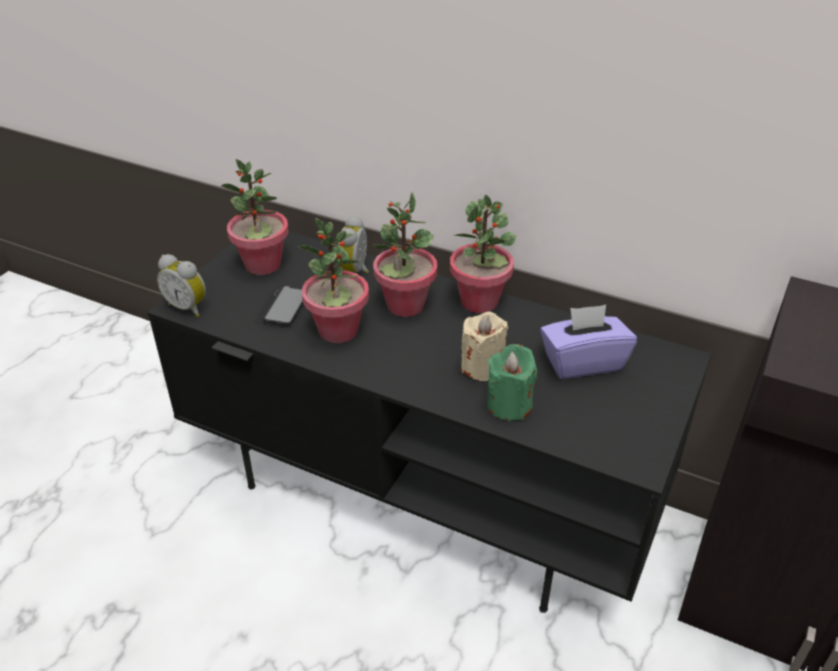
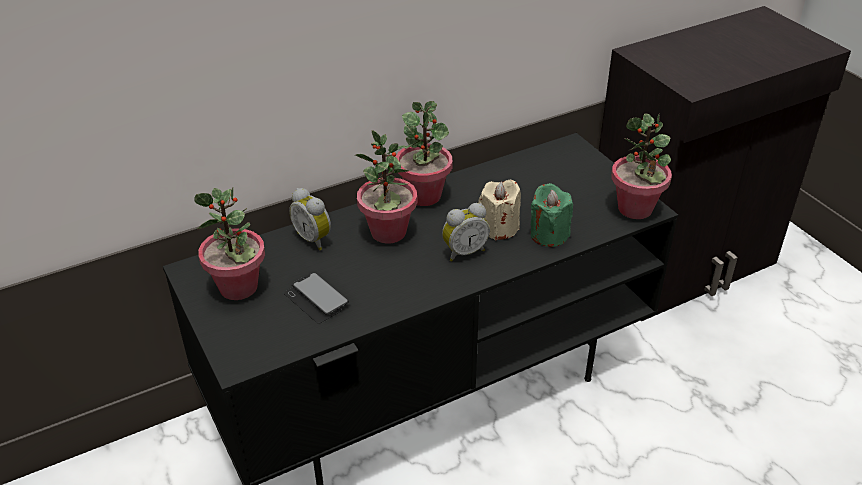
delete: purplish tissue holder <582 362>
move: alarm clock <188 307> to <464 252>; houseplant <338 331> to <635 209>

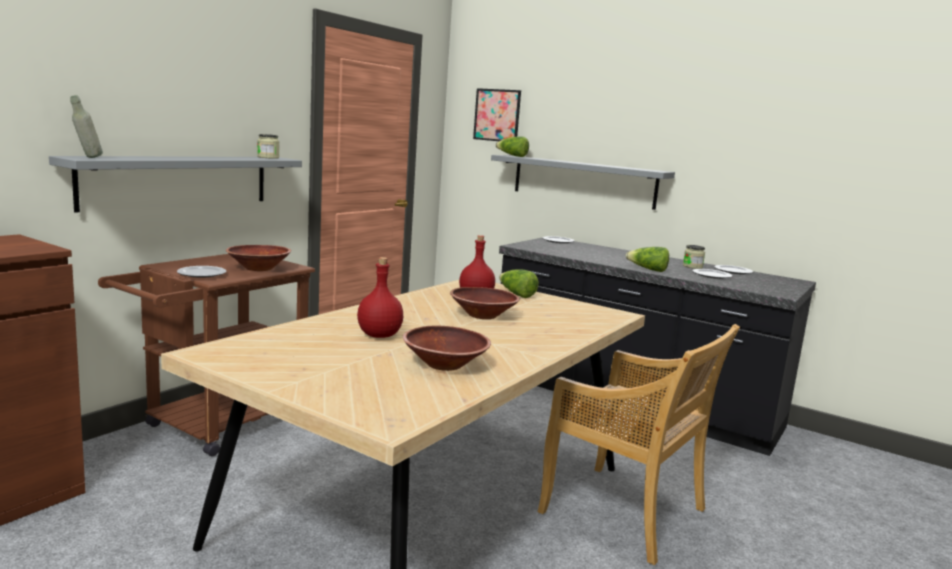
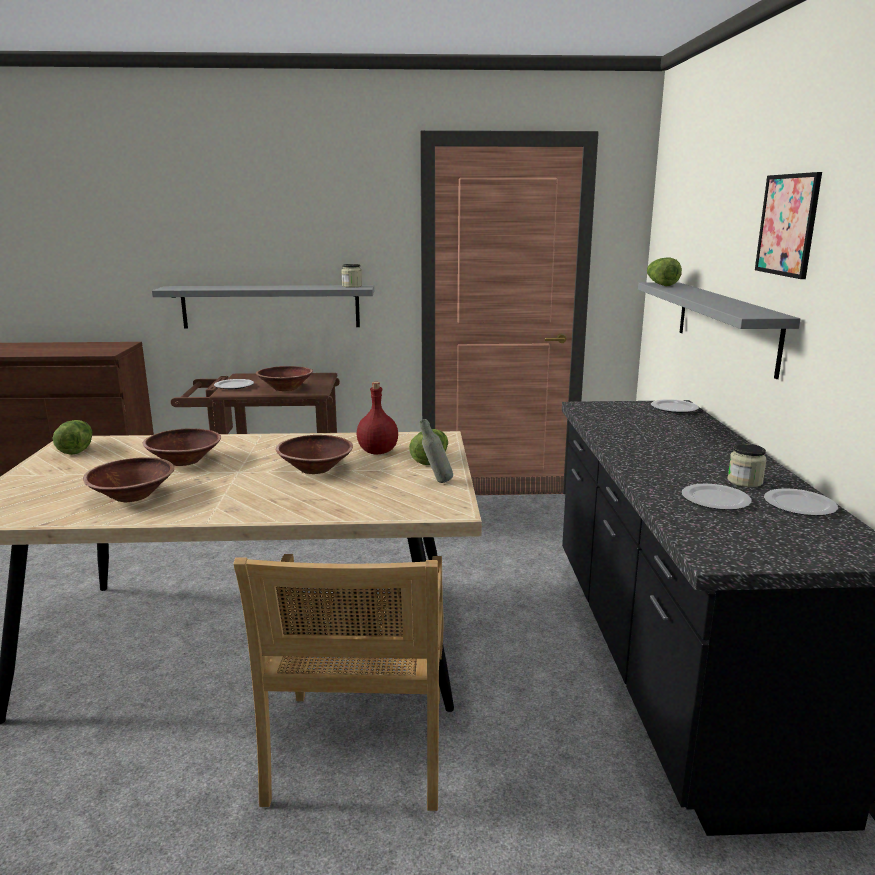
move: greyish bottle <87 158> to <436 482>; wall picture <497 115> to <787 225>; head of lettuce <648 270> to <76 449>
replace: reddish bottle <379 335> to brownish deep dish <184 461>

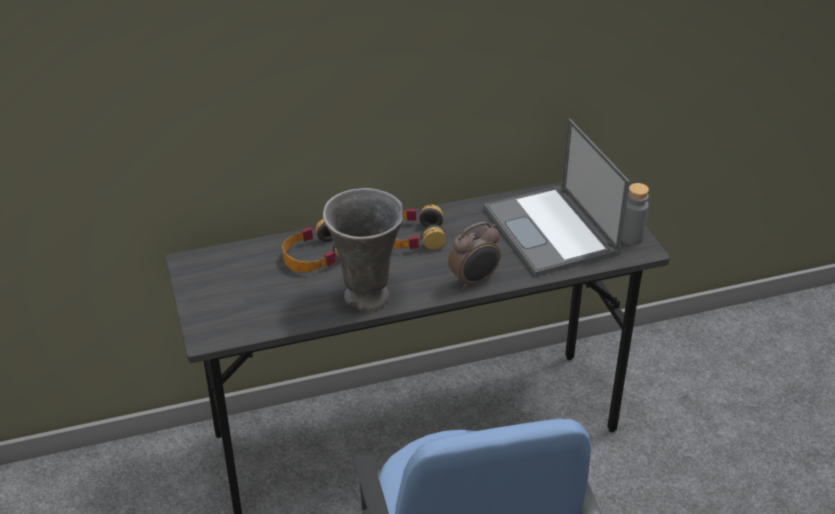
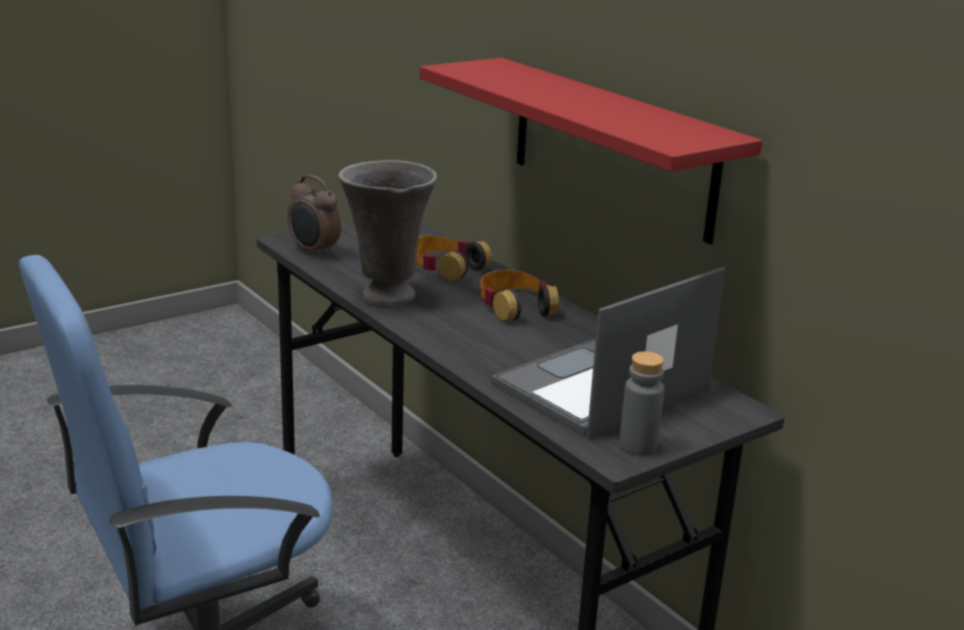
insert: reddish wall shelf <611 147>
move: alarm clock <474 281> to <313 252>

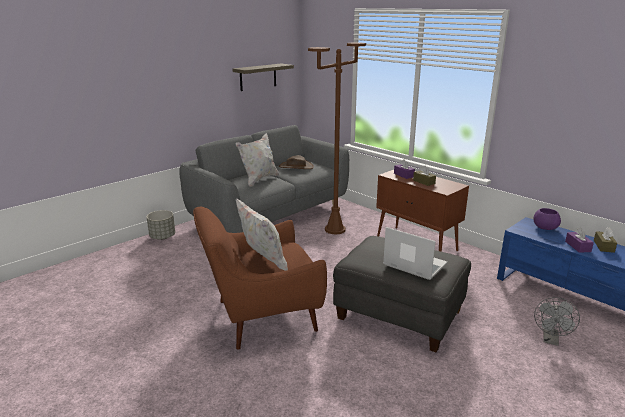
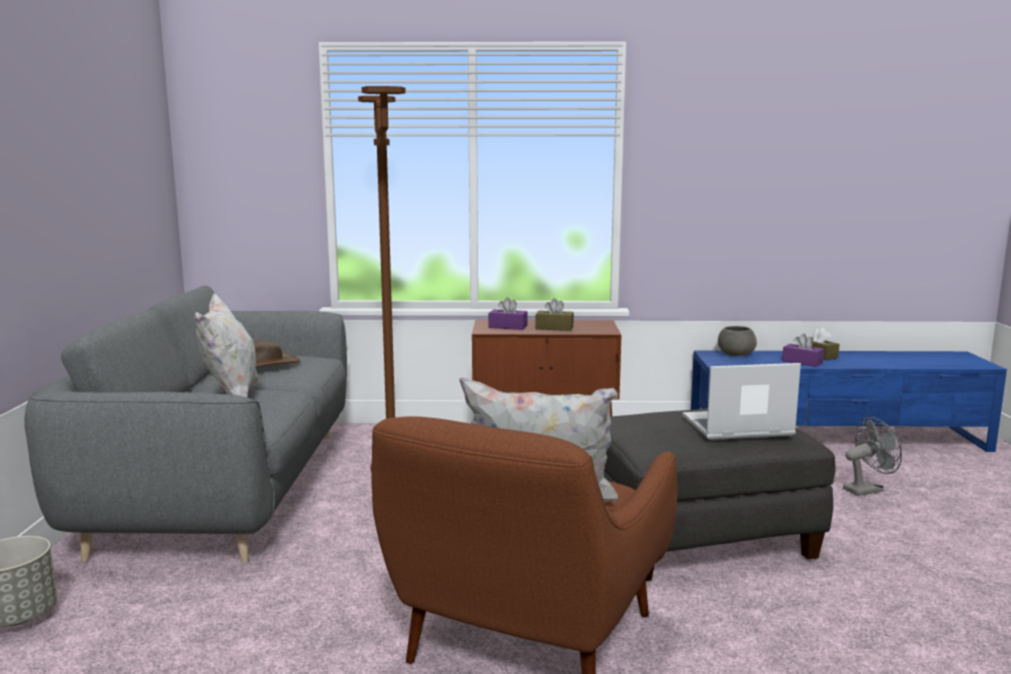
delete: wall shelf <258 77>
recolor: purplish deep dish <544 227> to greyish deep dish <735 354>
rotate: greyish fan <551 340> = <867 489> 90 degrees counterclockwise

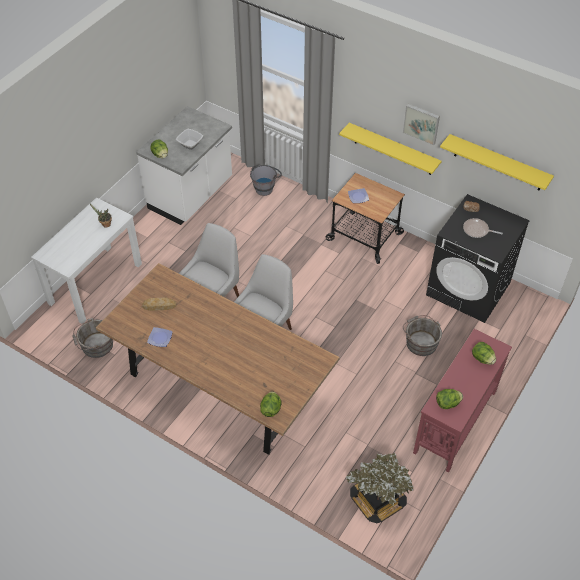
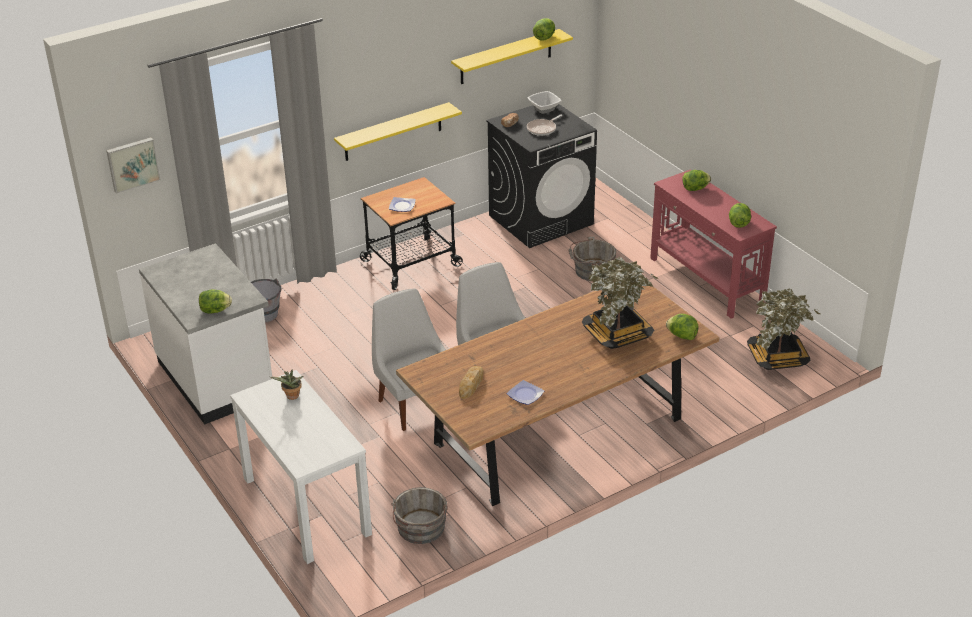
insert: head of lettuce <544 38>; houseplant <617 334>
move: deep dish <190 144> to <544 109>; wall picture <421 123> to <132 164>

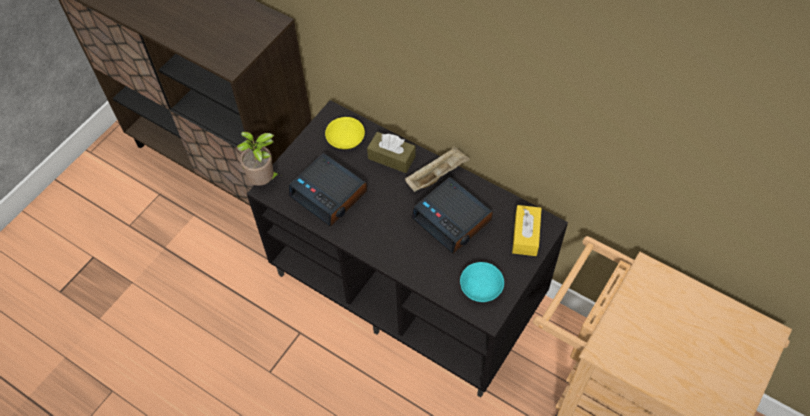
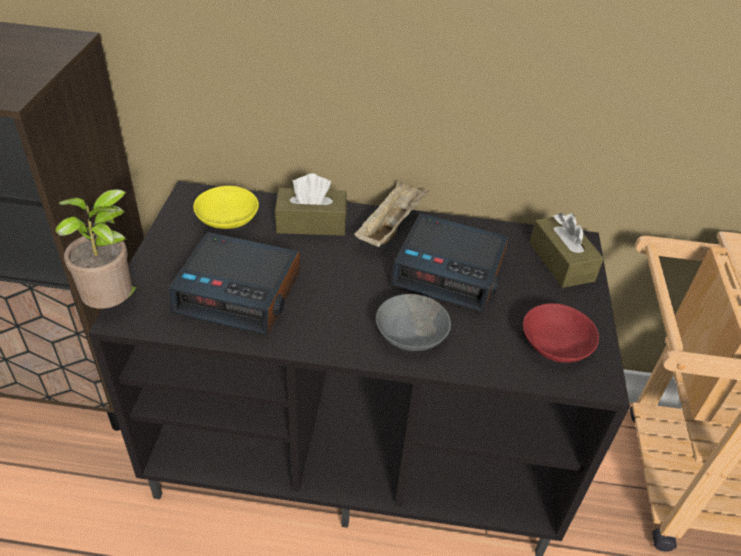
insert: greyish deep dish <413 334>
recolor: turquoise-coloured deep dish <480 286> to reddish deep dish <554 343>; yellowish tissue holder <525 235> to brownish tissue holder <561 262>

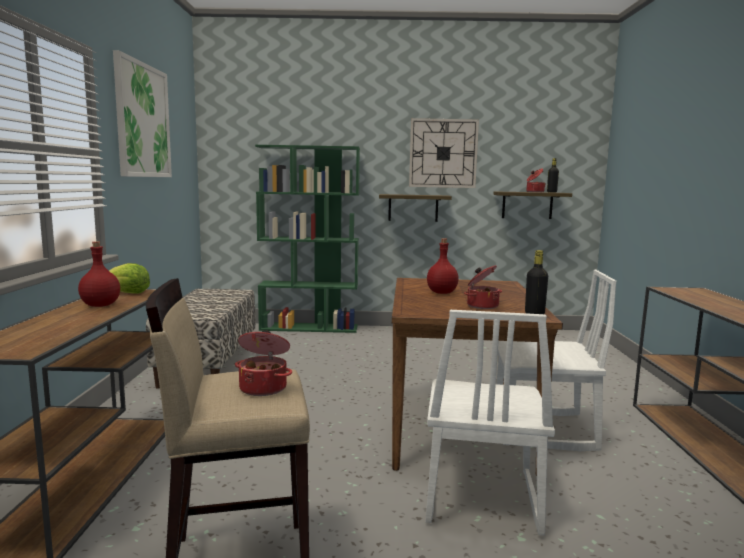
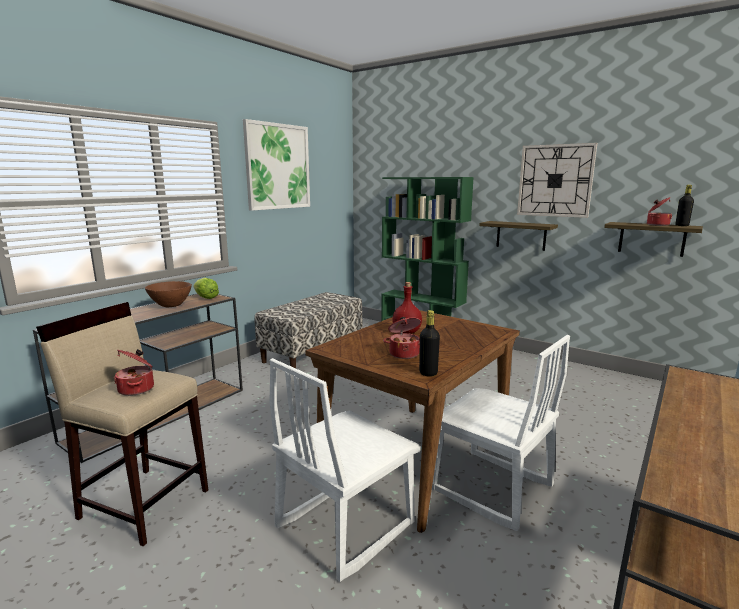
replace: reddish bottle <100 305> to brownish deep dish <170 306>

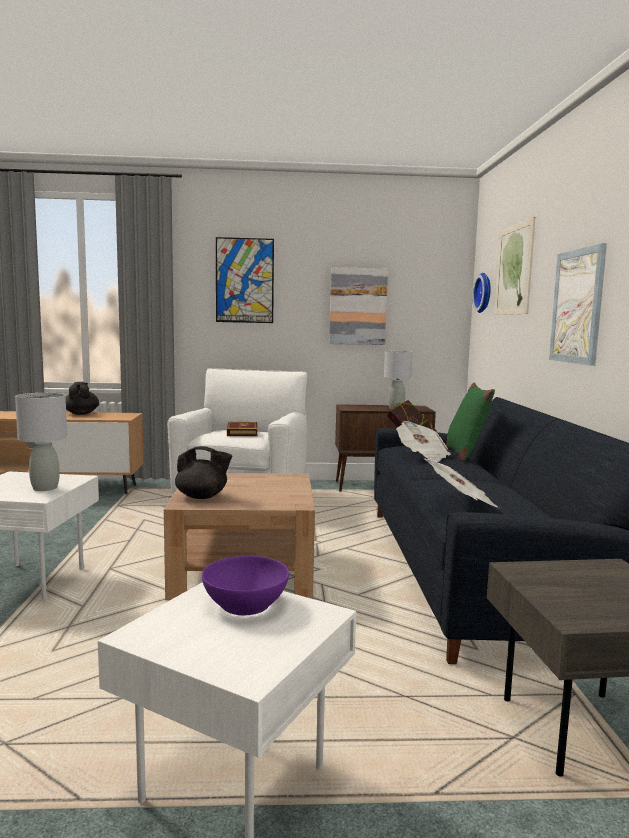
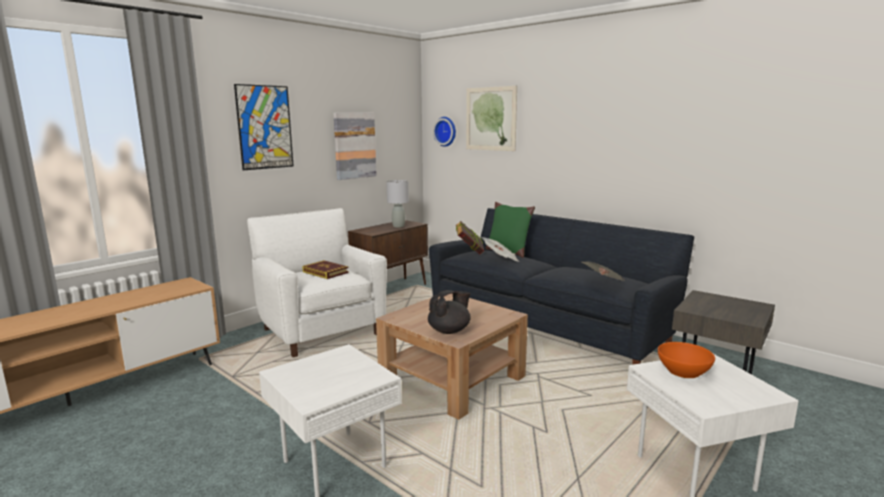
delete: greyish table lamp <45 488>; black-coloured teapot <81 413>; wall picture <577 306>
recolor: purplish deep dish <245 604> to orange-coloured deep dish <684 371>

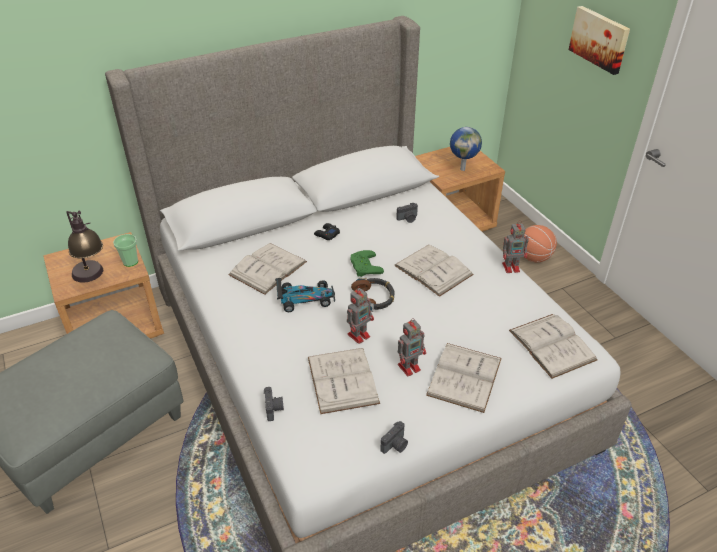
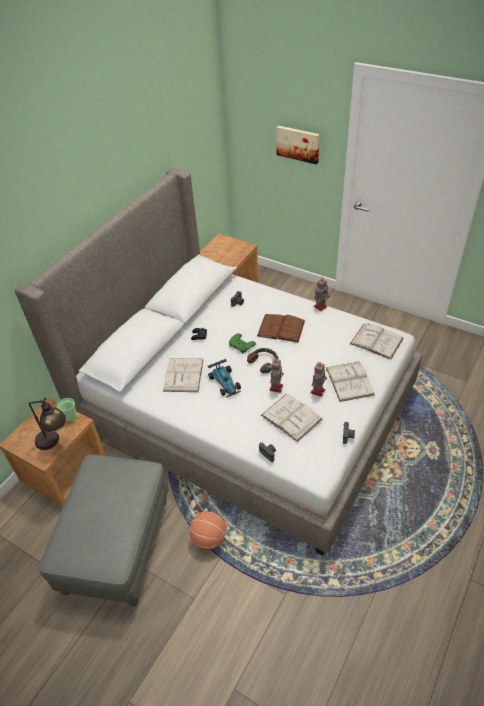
delete: world globe <463 169>
move: ball for basketball <534 257> to <209 538>
recolor: white book <433 270> to brownish book <281 328>
rotate: miniature car <305 299> = <225 382> 105 degrees clockwise

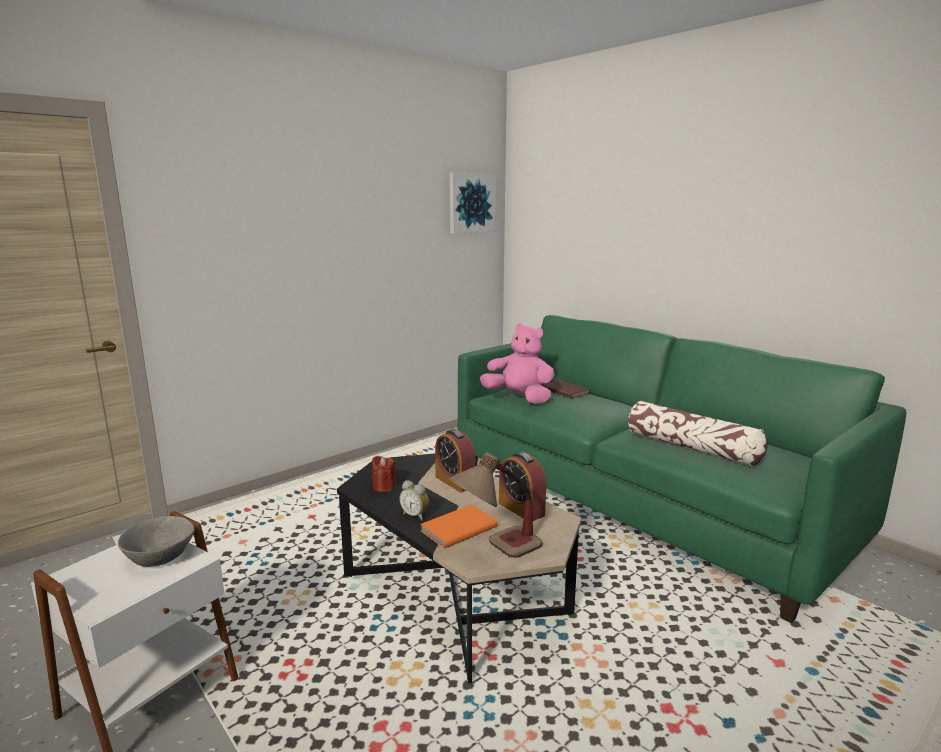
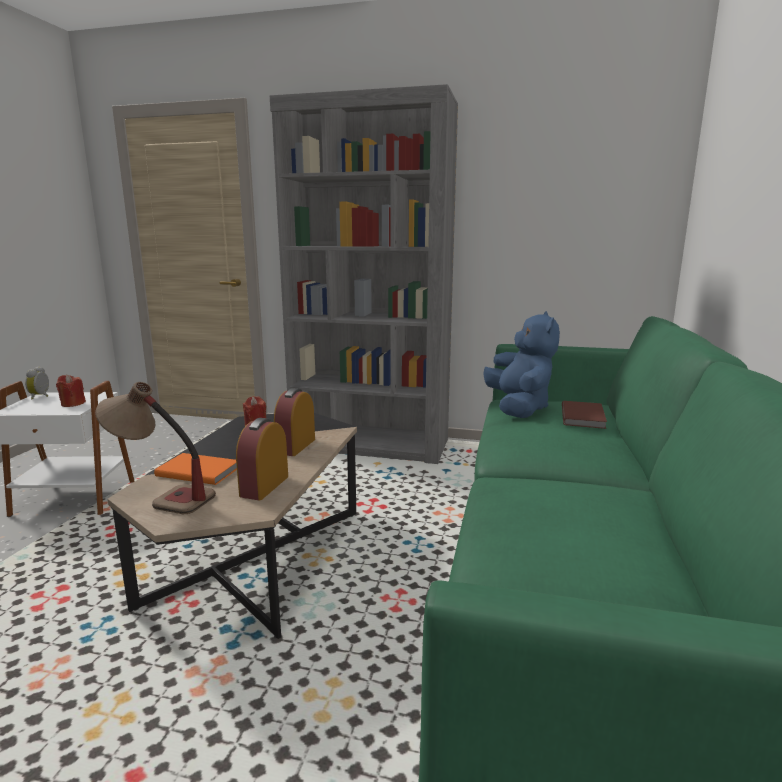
delete: wall picture <471 203>; cushion <692 448>
insert: greyish bookcase <371 445>
move: alarm clock <415 515> to <41 396>
replace: greyish deep dish <159 558> to reddish candle <73 403>
recolor: pinkish plush toy <519 398> to blue plush toy <518 408>

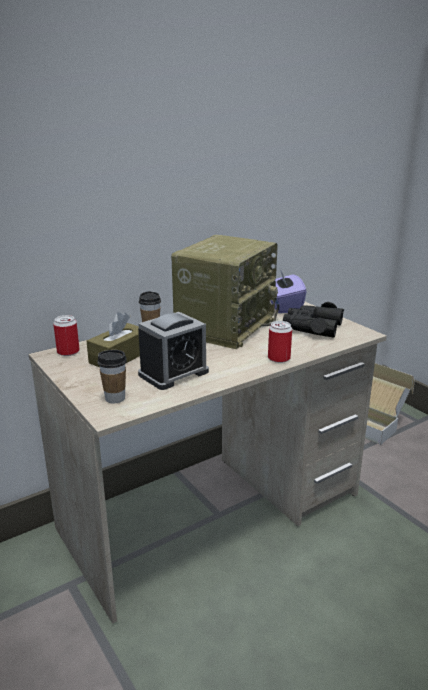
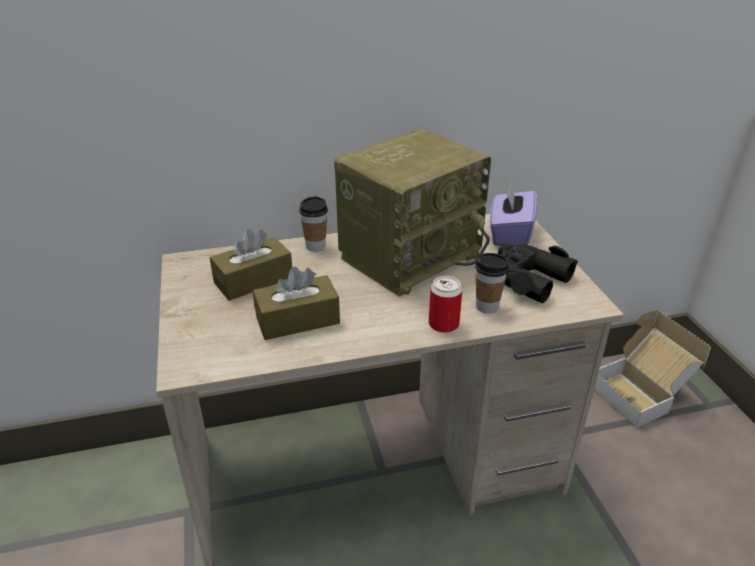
delete: metal can <68 352>
move: cup <115 398> to <487 307>
replace: alarm clock <173 373> to brownish tissue holder <297 320>

